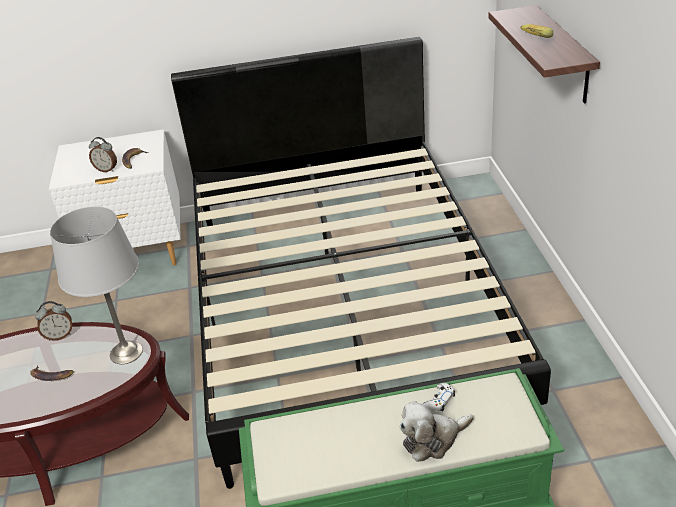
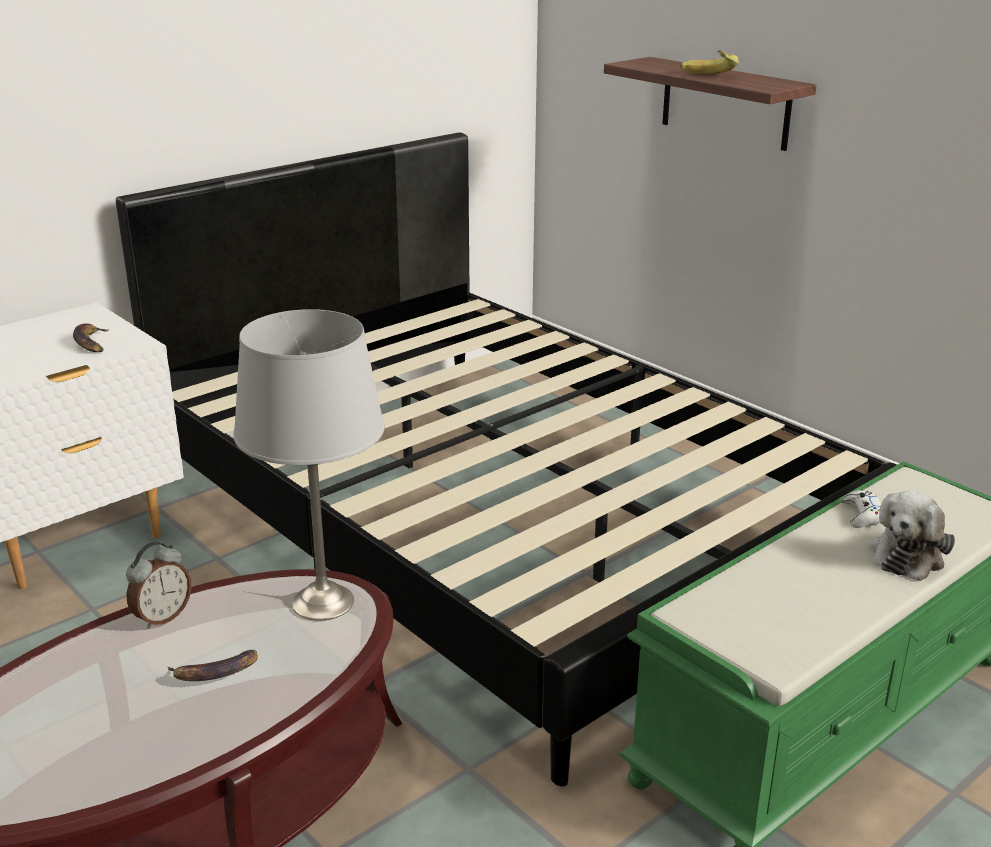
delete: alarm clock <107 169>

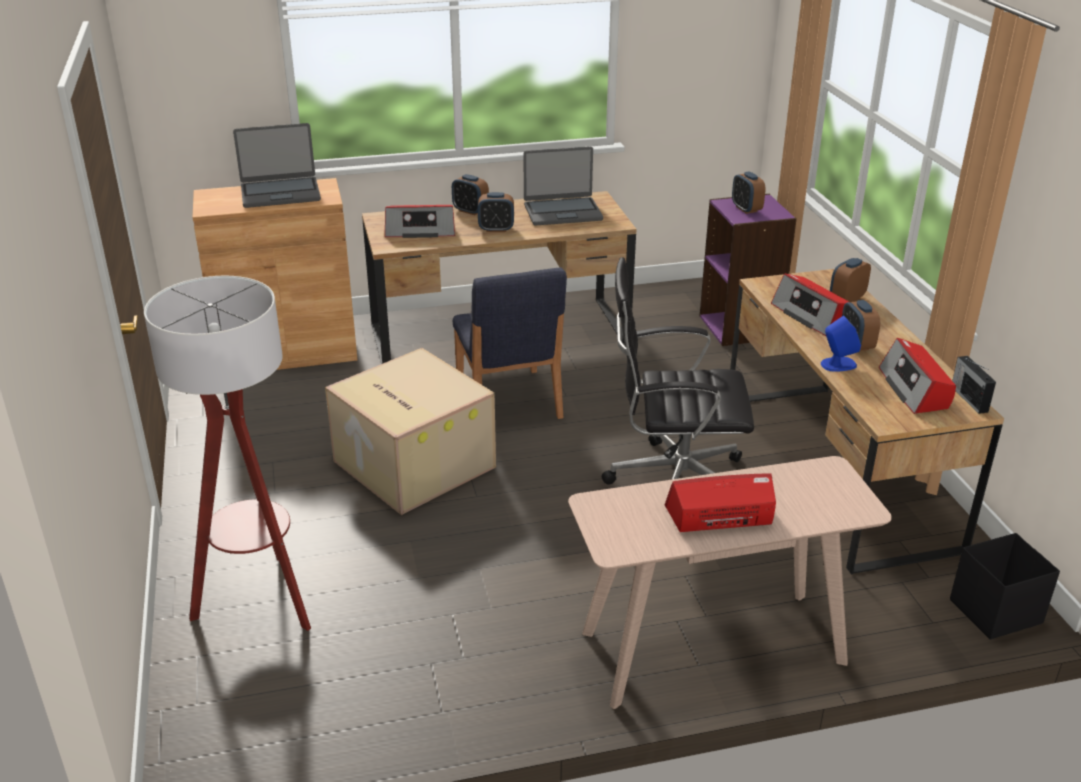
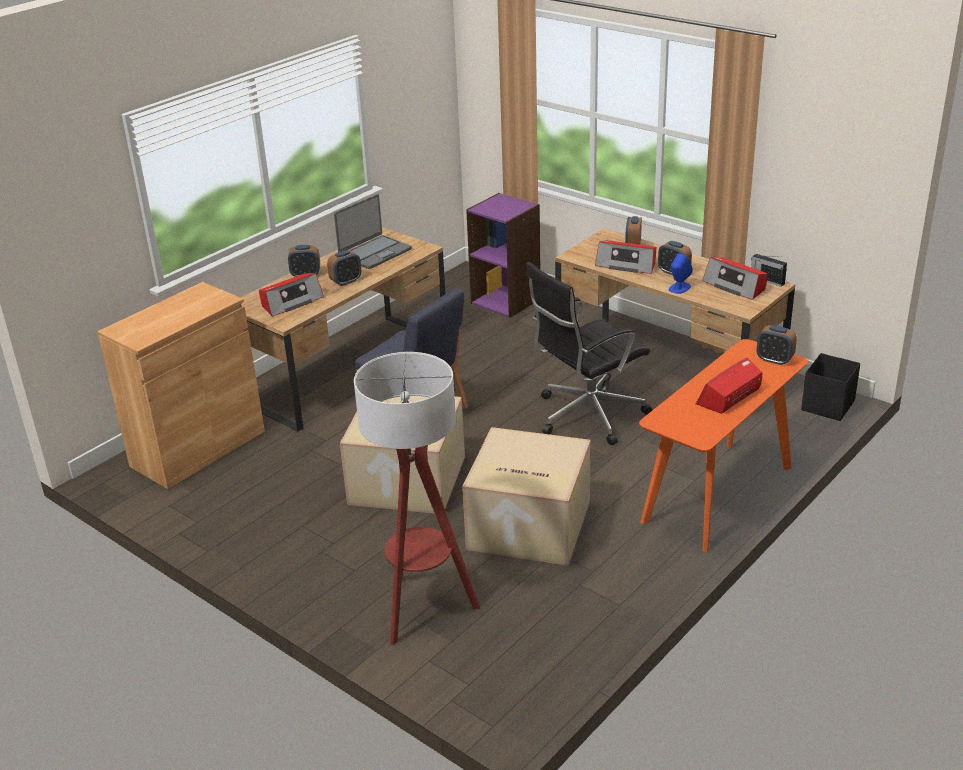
delete: laptop <280 193>
insert: carton <527 526>
move: alarm clock <746 209> to <774 360>
recolor: beige-coloured console table <712 648> to orange-coloured console table <718 494>

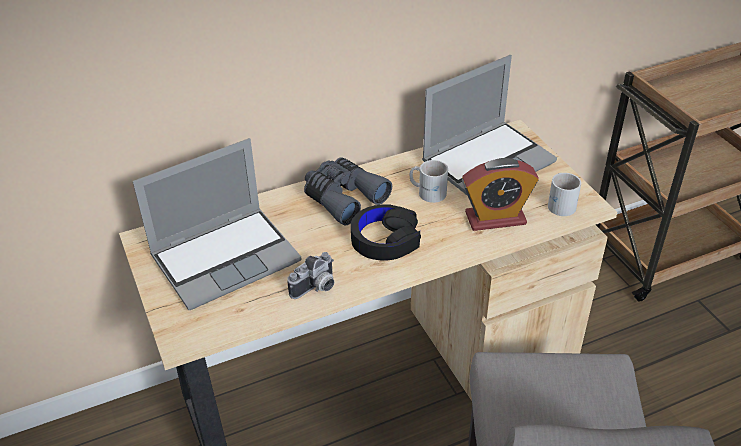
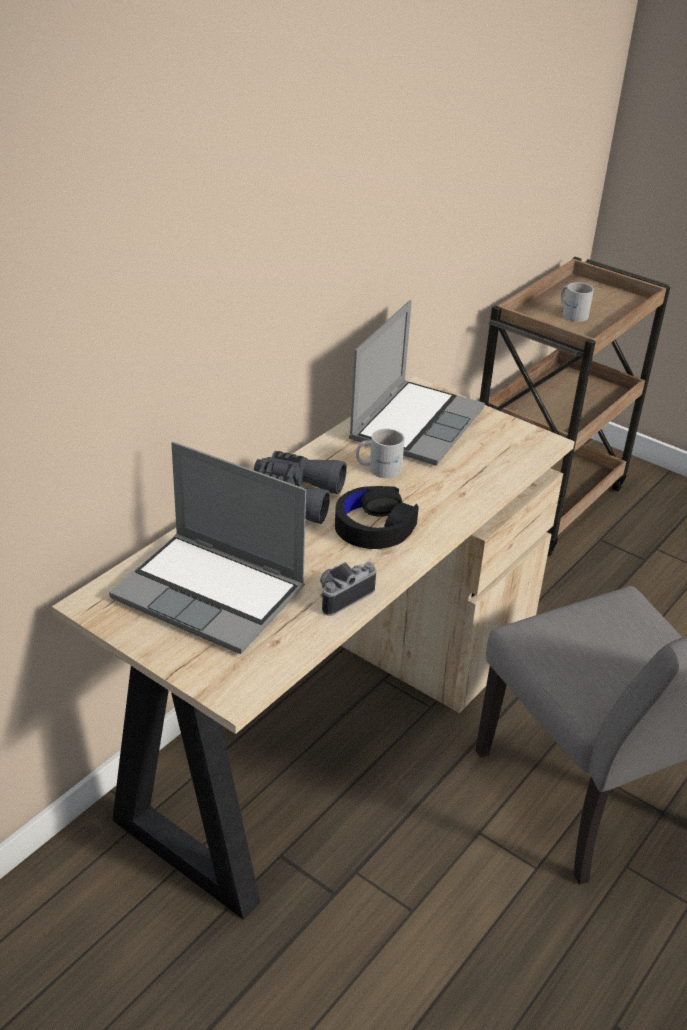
delete: alarm clock <495 218>
move: white mug <561 203> to <572 313>
rotate: laptop <226 257> = <212 594> 90 degrees clockwise; still camera <316 288> = <341 595> 150 degrees counterclockwise

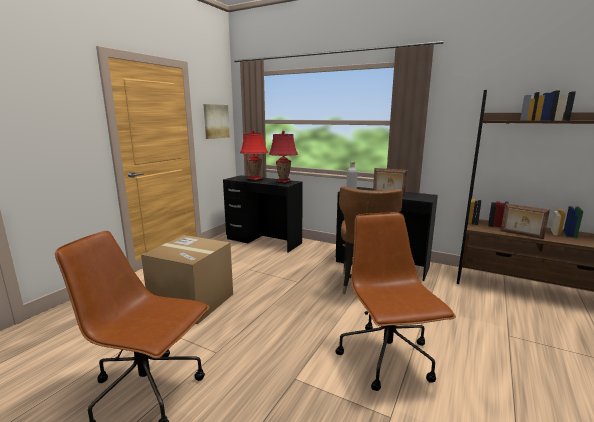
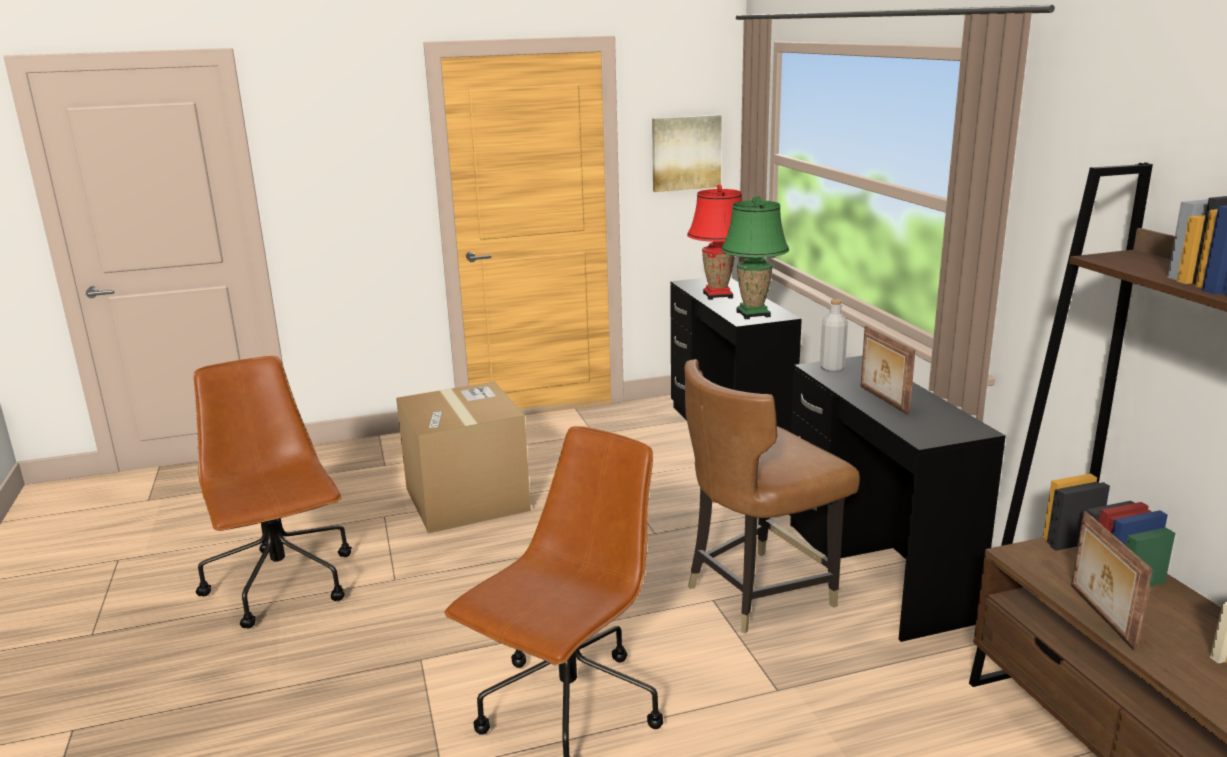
recolor: reddish table lamp <283 182> to greenish table lamp <753 314>

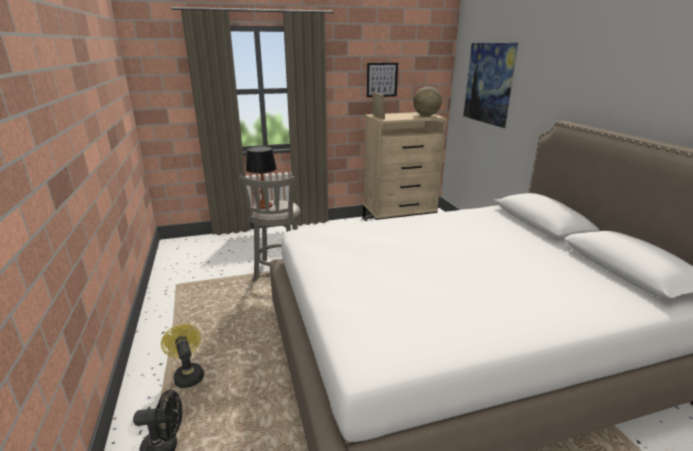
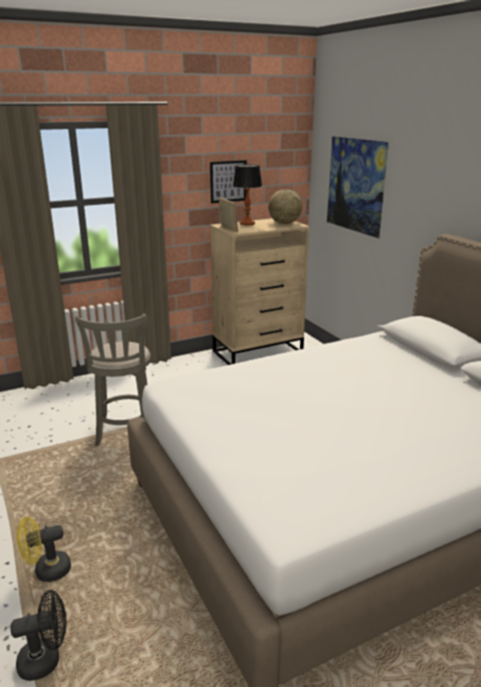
move: table lamp <264 206> to <247 223>
rotate: yellowish fan <188 374> = <47 571> 75 degrees counterclockwise

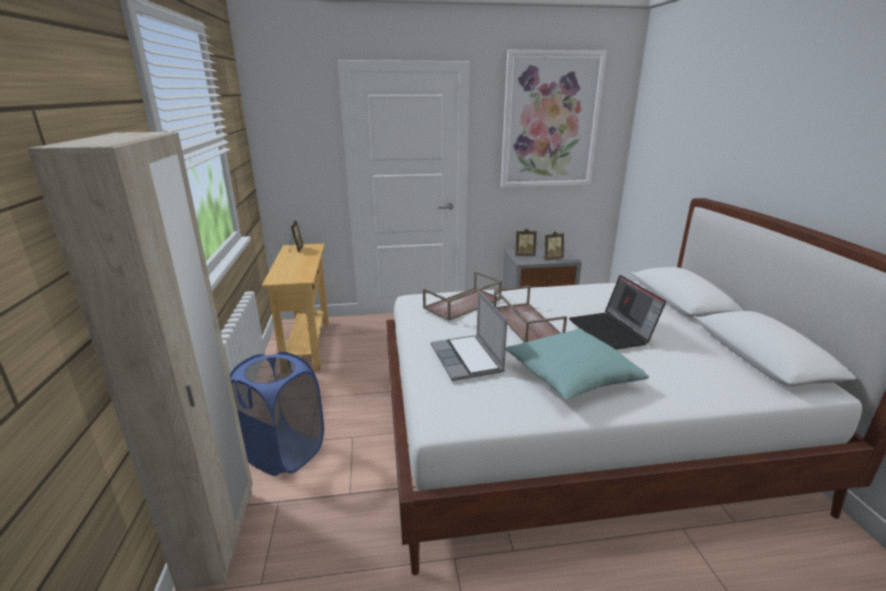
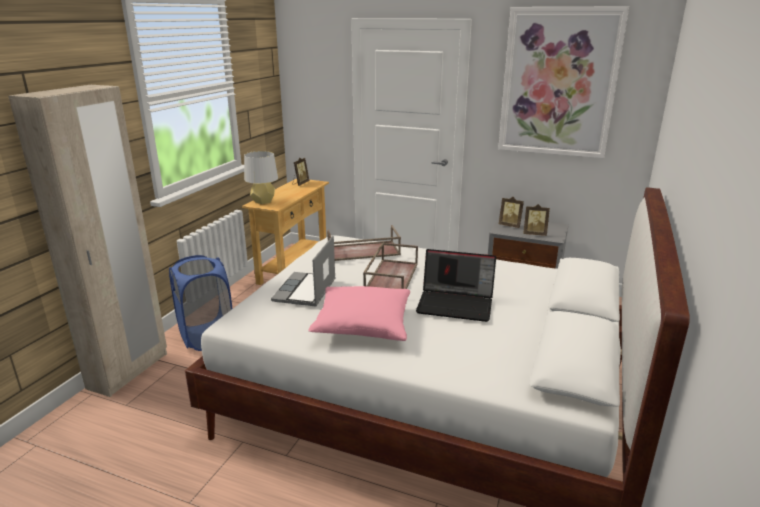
insert: greyish table lamp <263 201>
recolor: turquoise-coloured cushion <571 377> to pinkish cushion <363 325>
rotate: laptop <612 332> = <456 304> 90 degrees counterclockwise

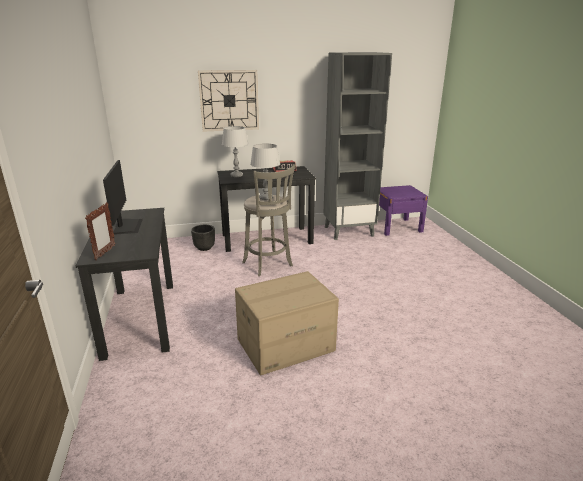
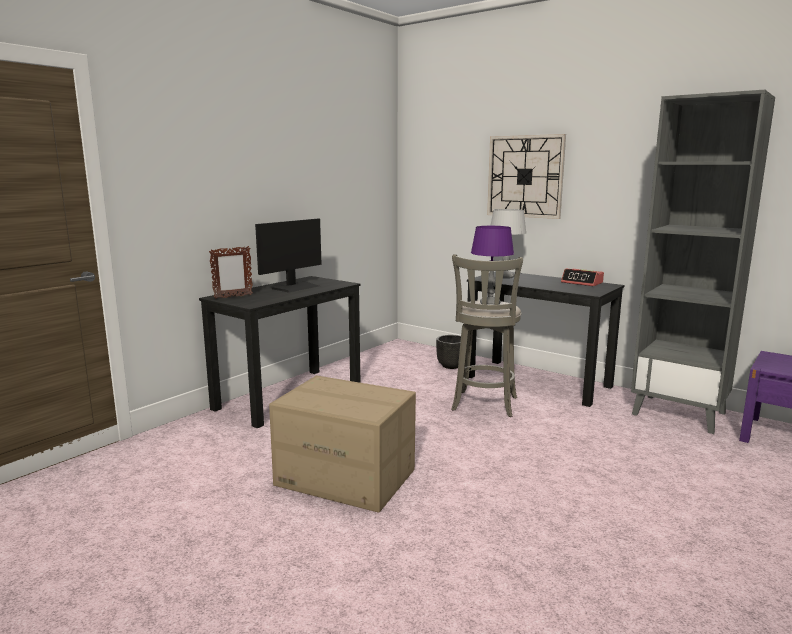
recolor: greyish table lamp <266 198> to purplish table lamp <489 304>

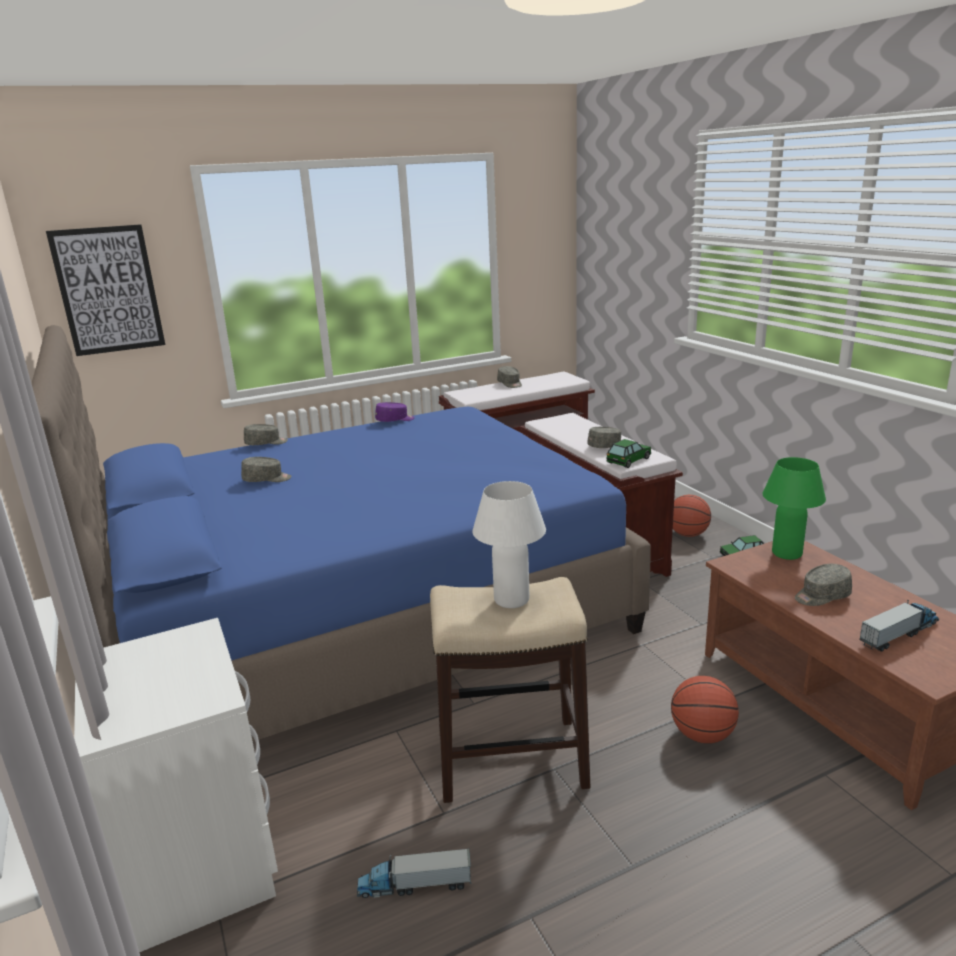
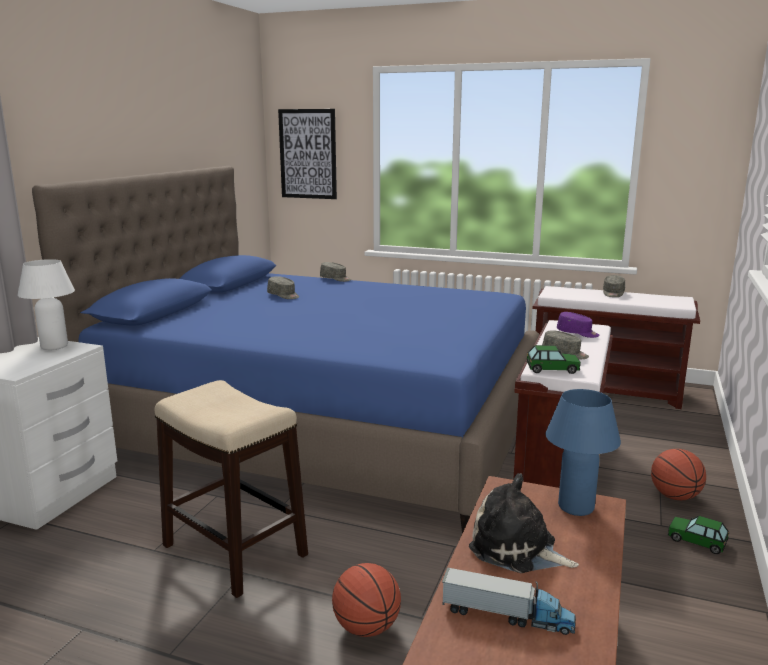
delete: toy truck <414 885>
move: purplish peaked cap <395 420> to <577 333>; white table lamp <511 600> to <54 346>
replace: greyish peaked cap <821 596> to plush toy <517 549>
recolor: greenish table lamp <787 553> to blue table lamp <576 507>

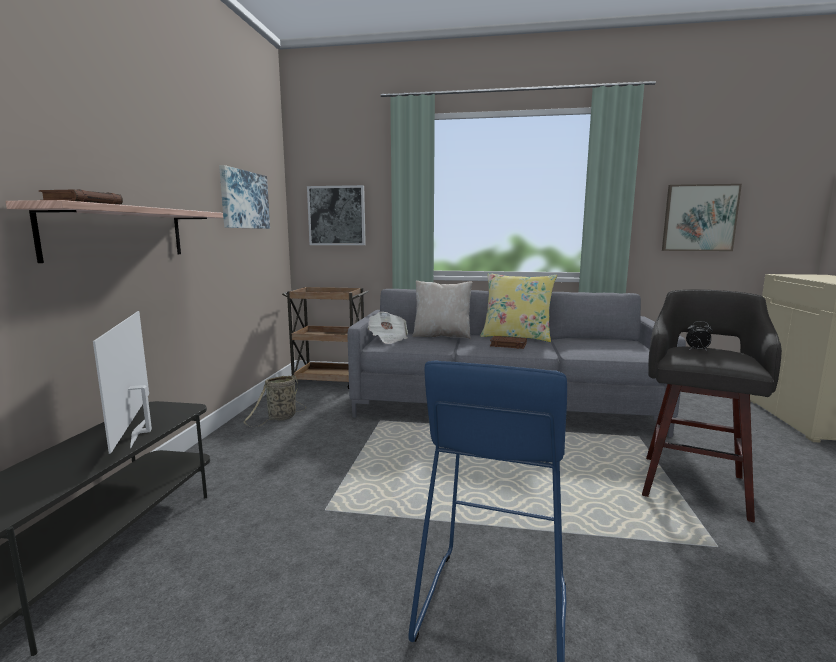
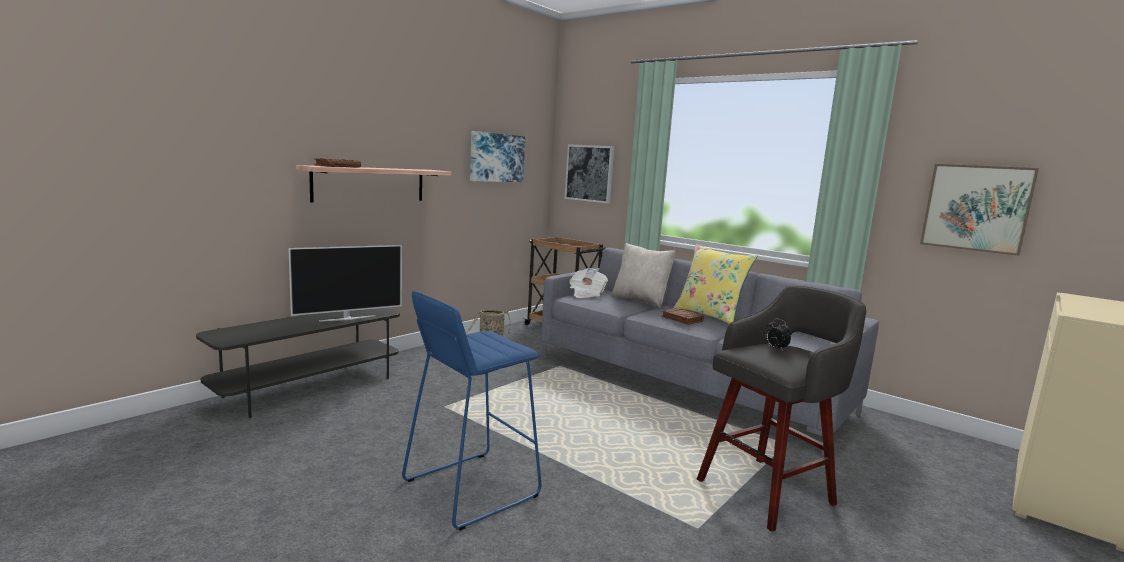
rotate: television <142 431> = <347 318> 135 degrees counterclockwise

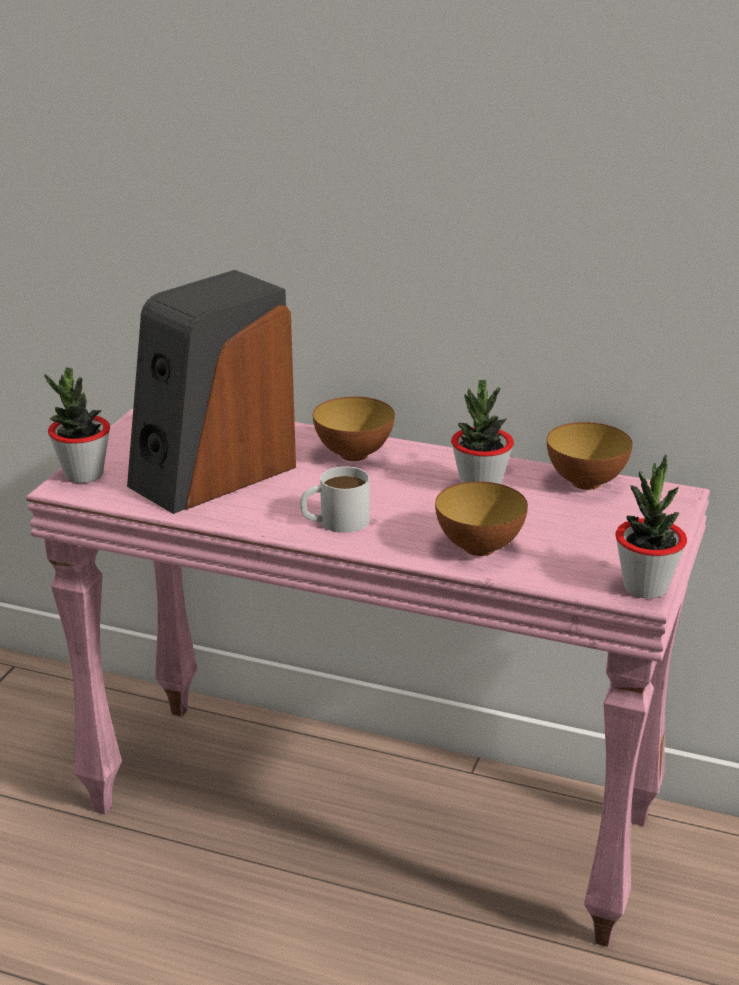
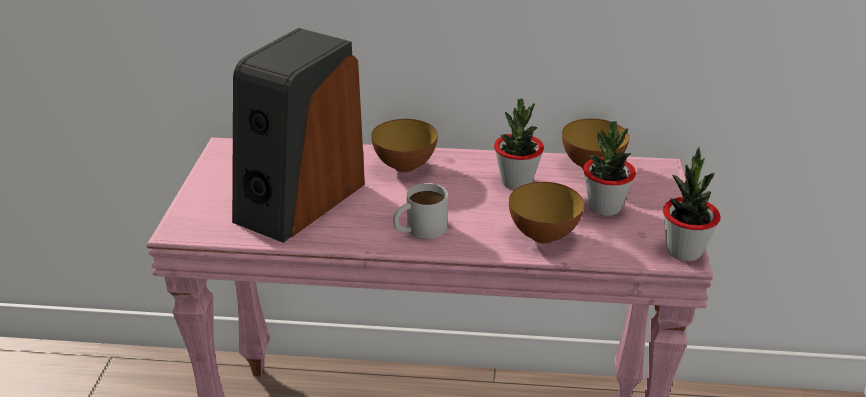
move: houseplant <83 475> to <604 207>

